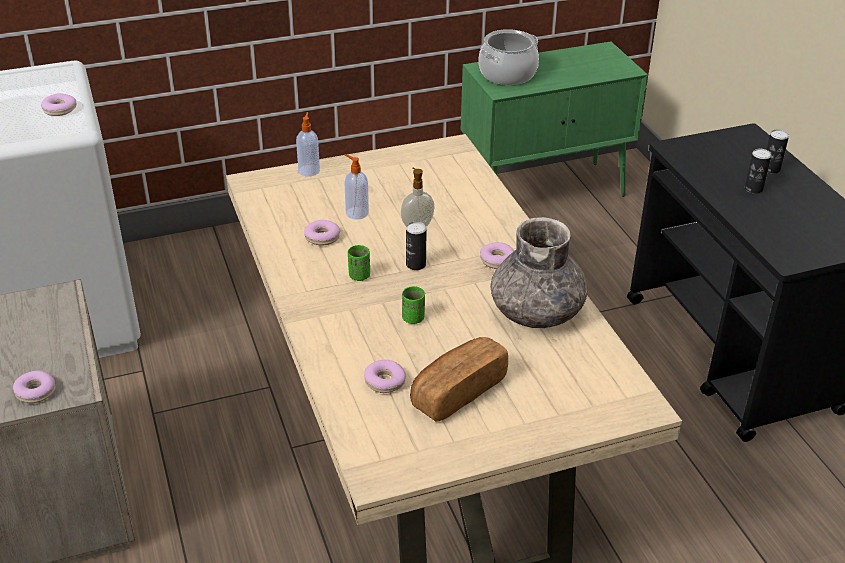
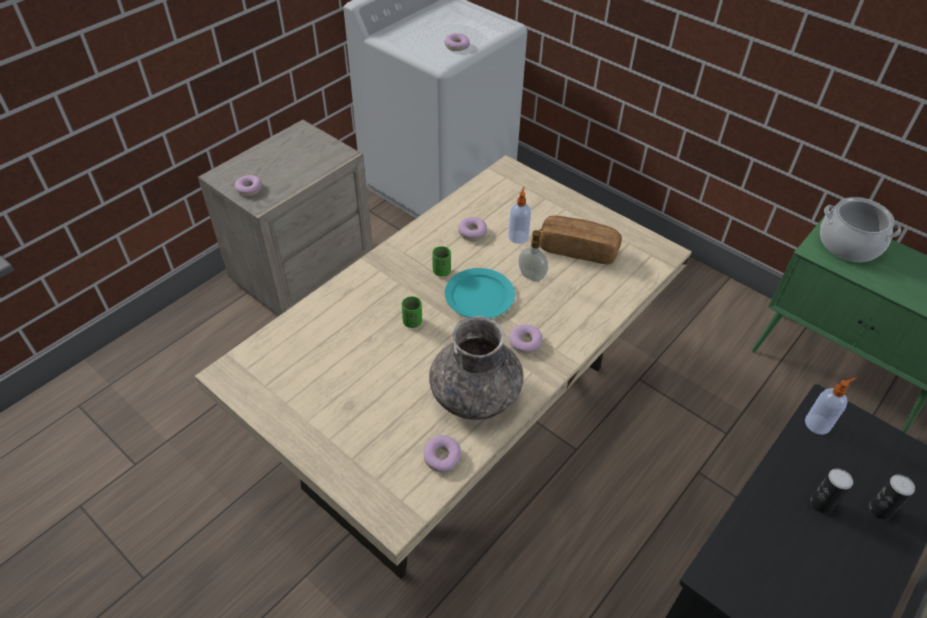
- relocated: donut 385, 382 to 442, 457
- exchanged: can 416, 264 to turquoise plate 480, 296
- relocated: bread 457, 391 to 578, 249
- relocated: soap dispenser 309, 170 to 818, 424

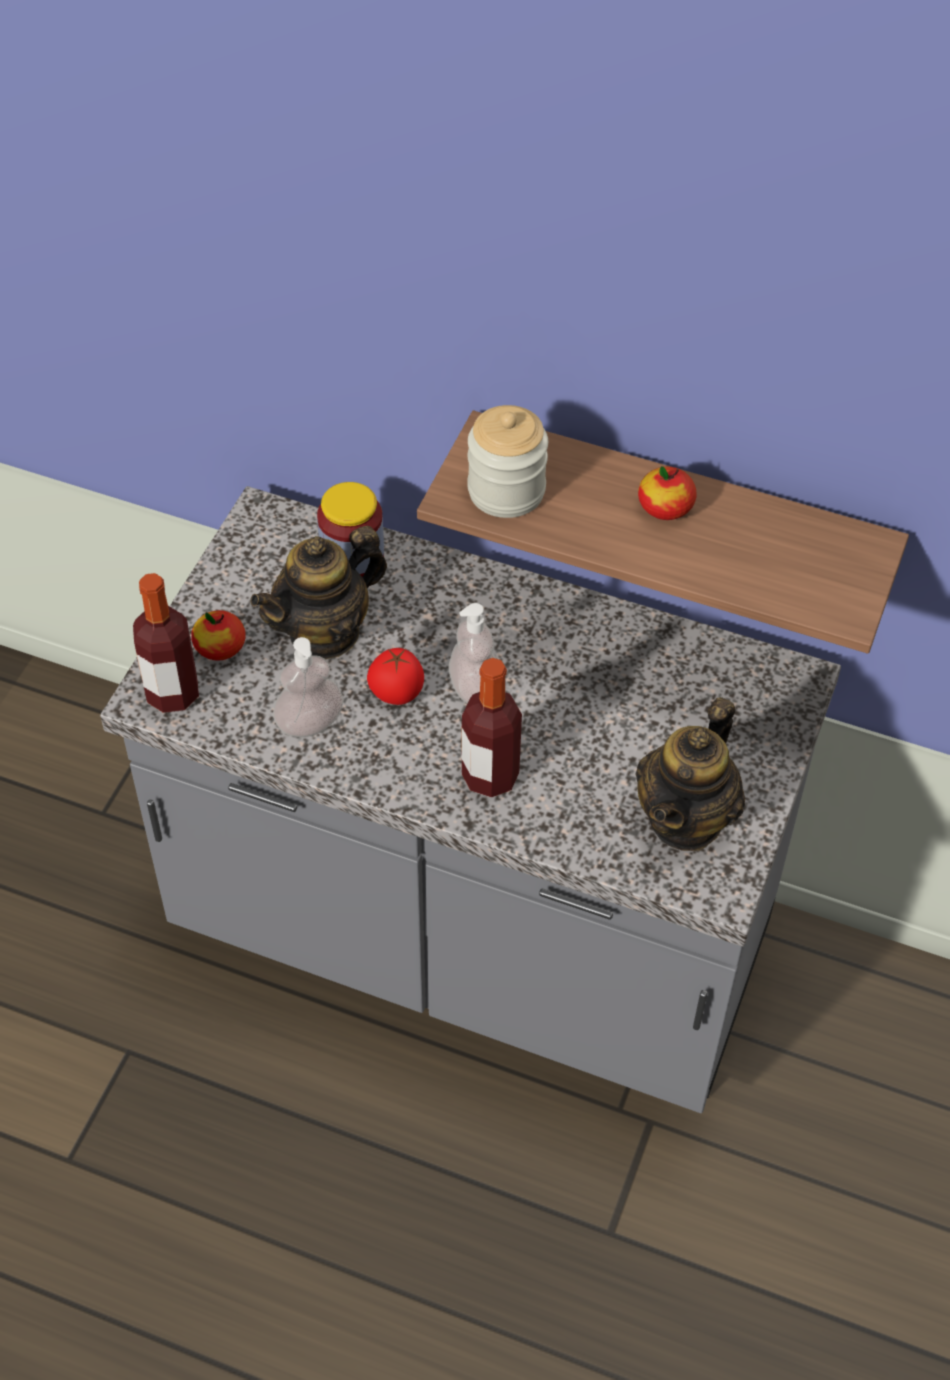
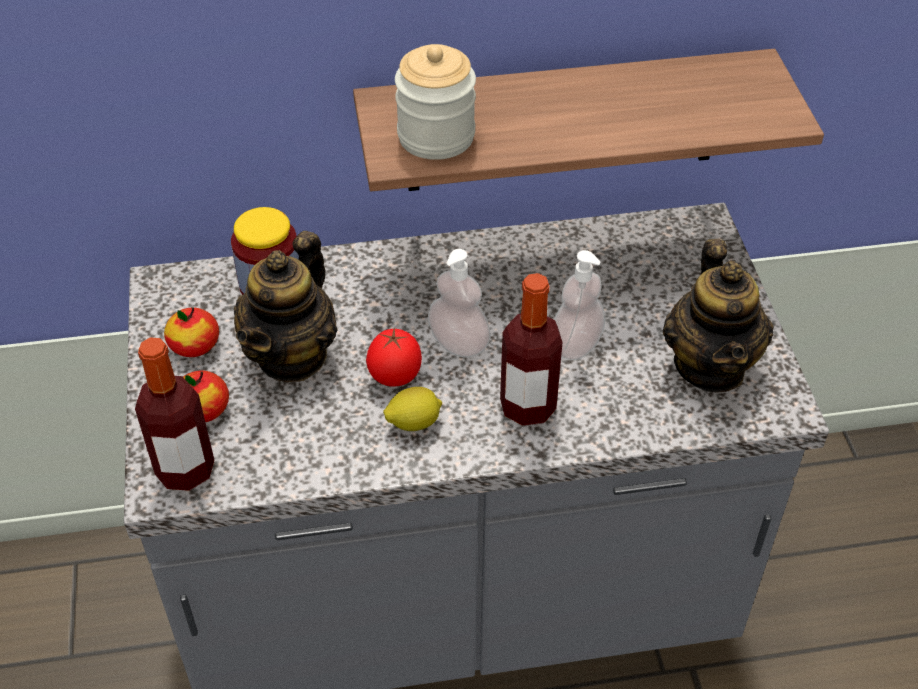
- relocated: apple 665, 508 to 194, 346
- appeared: lemon 413, 422
- relocated: soap dispenser 309, 723 to 576, 345

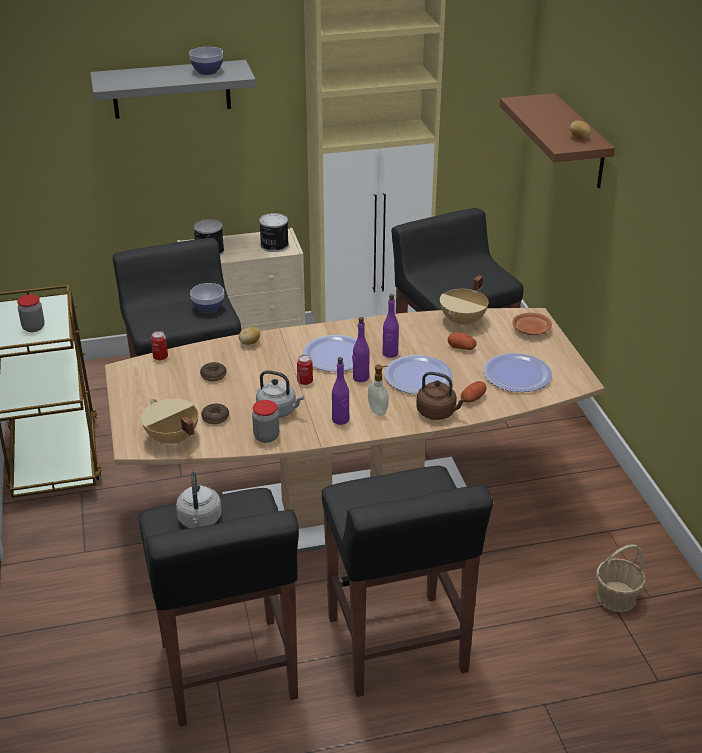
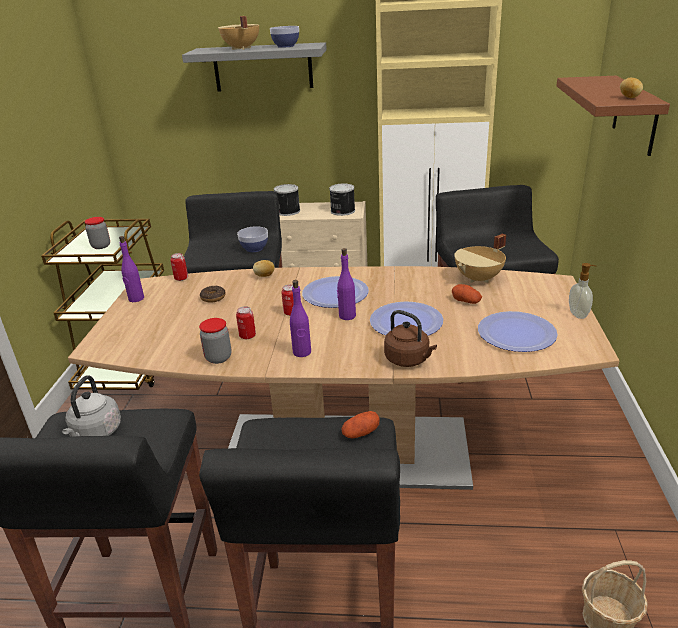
- relocated: purple bottle 390, 353 to 136, 299
- relocated: beige cooking pot 171, 439 to 240, 48
- exchanged: grey kettle 278, 411 to can 247, 336
- relocated: potato 473, 398 to 361, 433
- relocated: soap dispenser 378, 410 to 578, 314
- missing: donut 215, 417
- missing: brown plate 531, 329

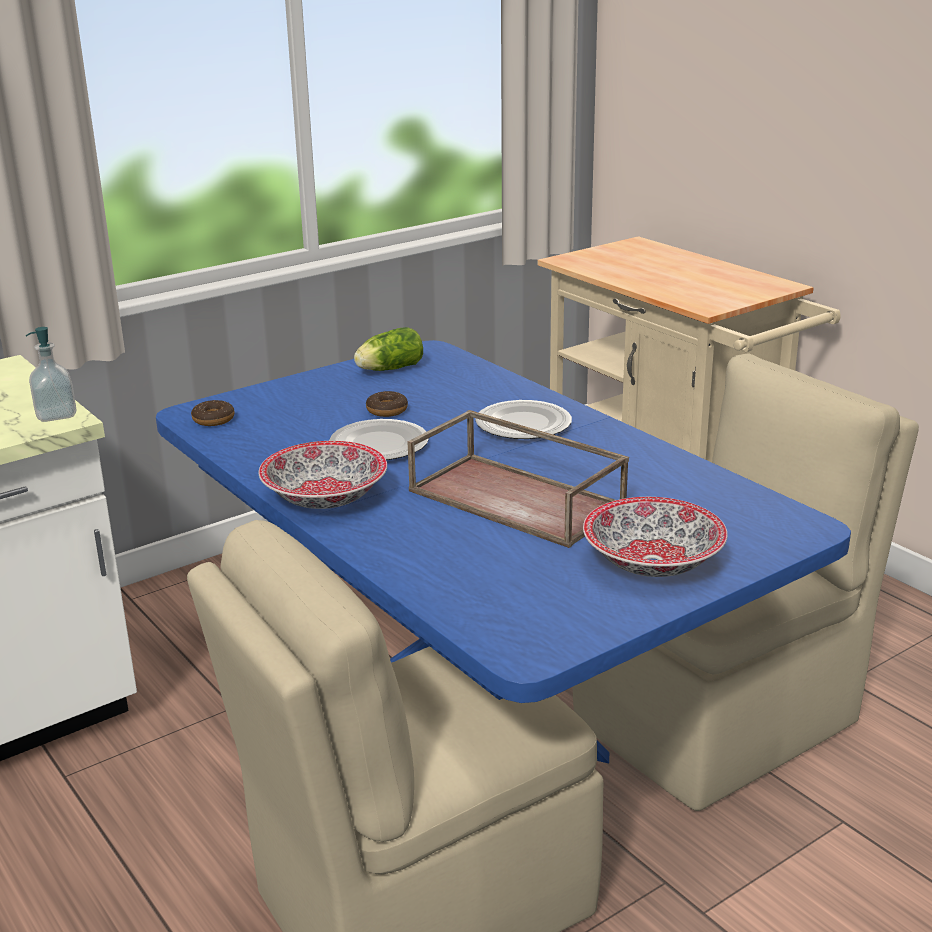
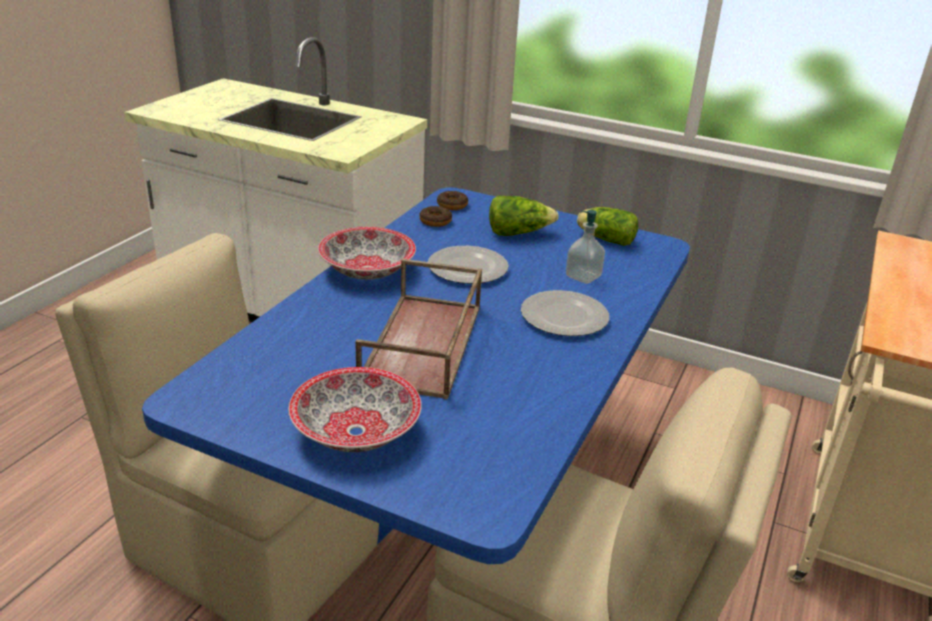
- relocated: donut 387, 410 to 435, 221
- appeared: lettuce 518, 233
- relocated: soap dispenser 56, 415 to 583, 276

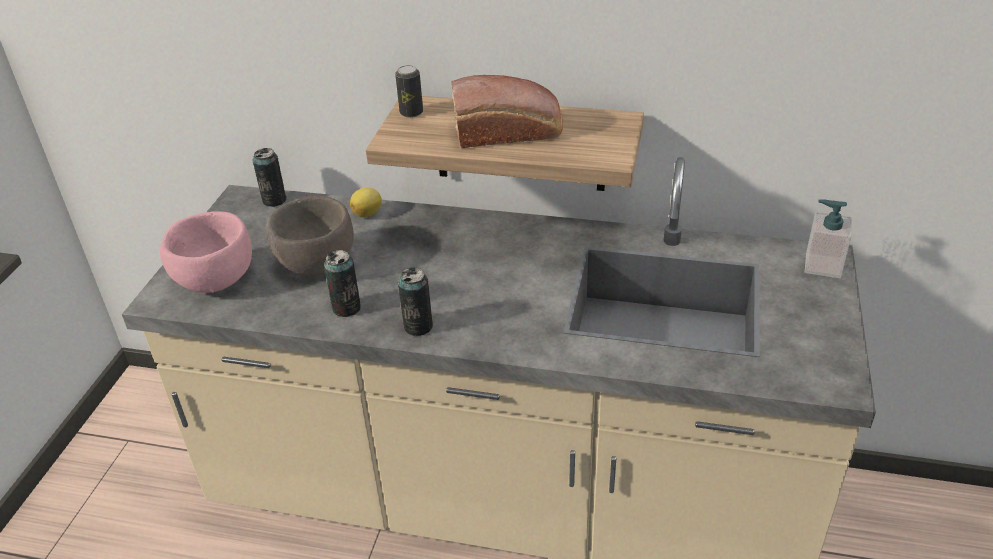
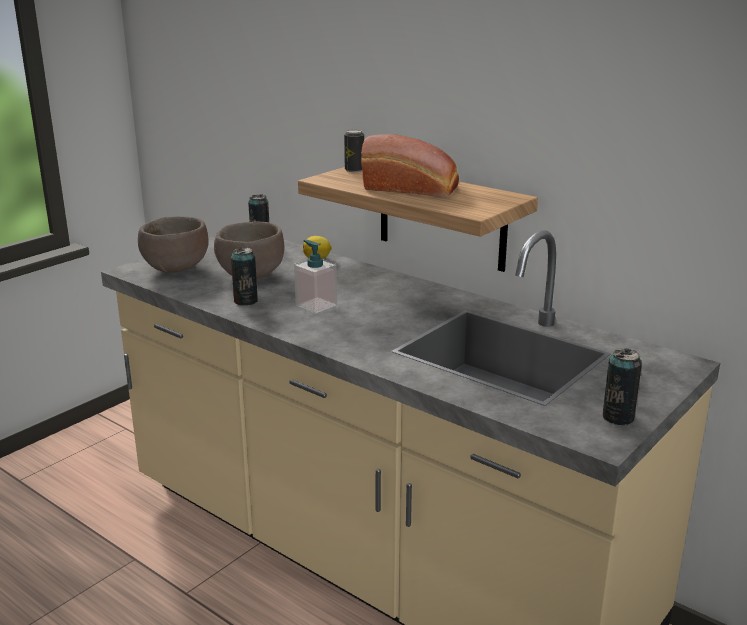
- colour: pink bowl 216, 280 to brown bowl 176, 269
- relocated: soap dispenser 822, 265 to 316, 305
- relocated: can 418, 326 to 618, 417

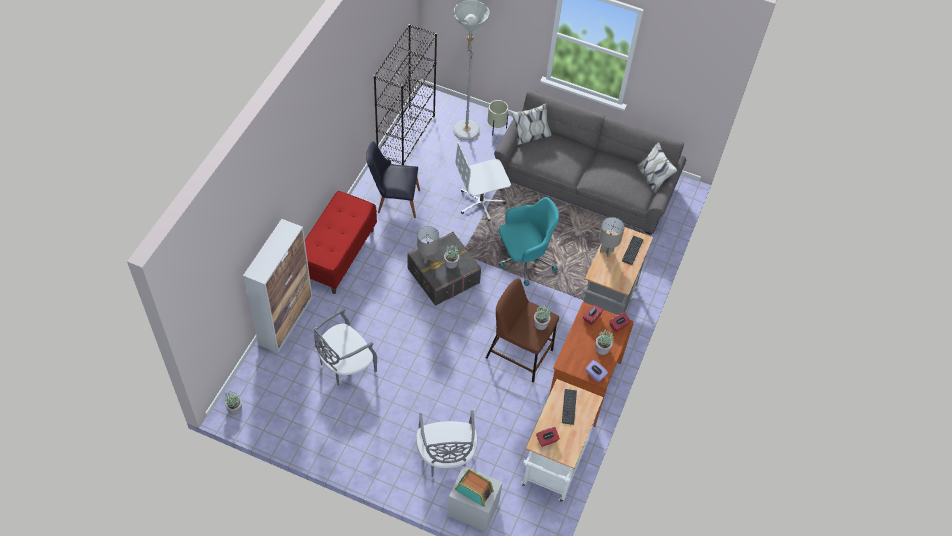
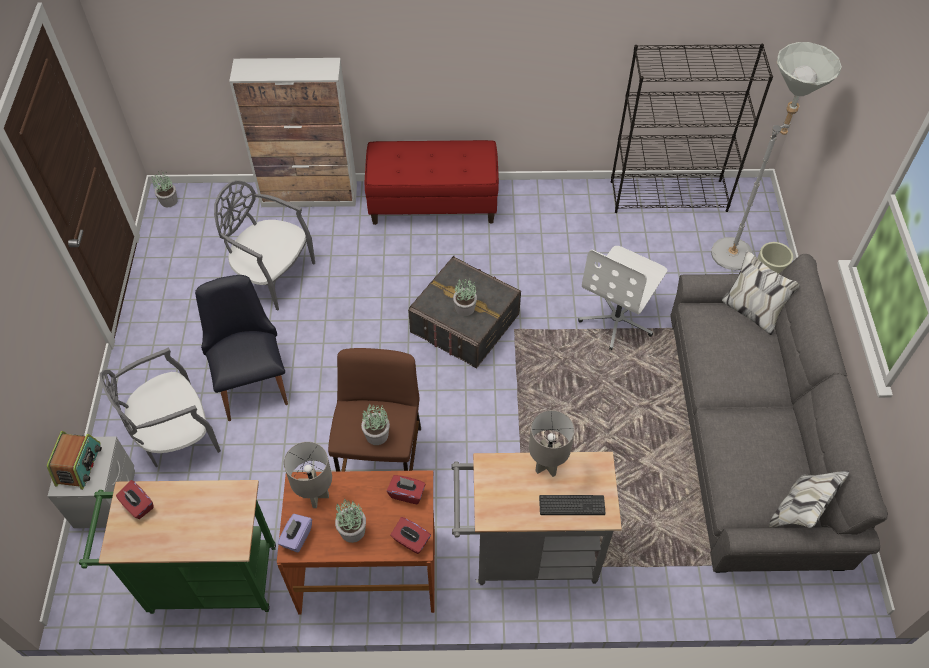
- colour: white cart 553, 468 to green cart 205, 580
- relocated: black chair 393, 200 to 251, 380
- relocated: grey table lamp 428, 258 to 316, 496
- spun: white office chair 481, 203 = 617, 319 105 degrees counterclockwise
- missing: turquoise office chair 524, 259
- missing: keyboard 569, 407

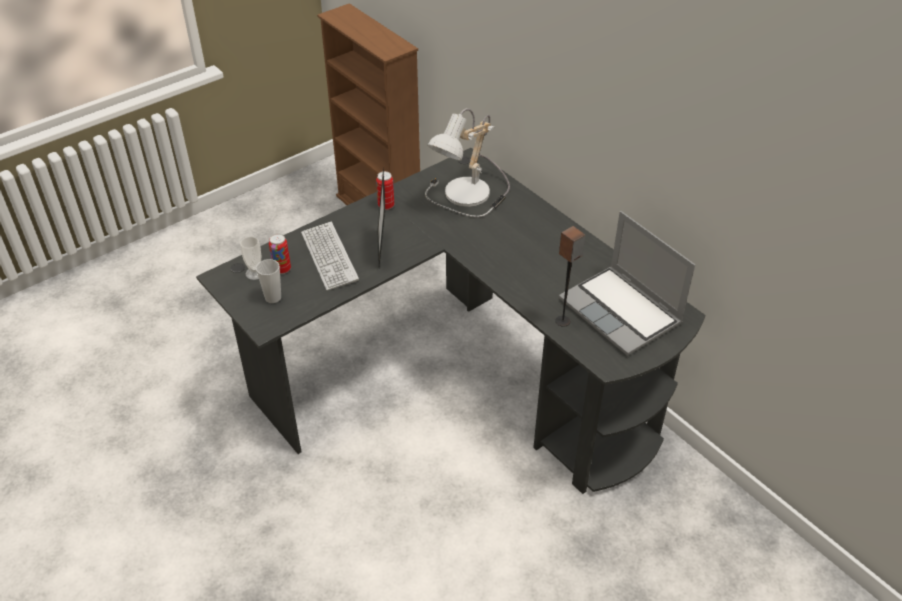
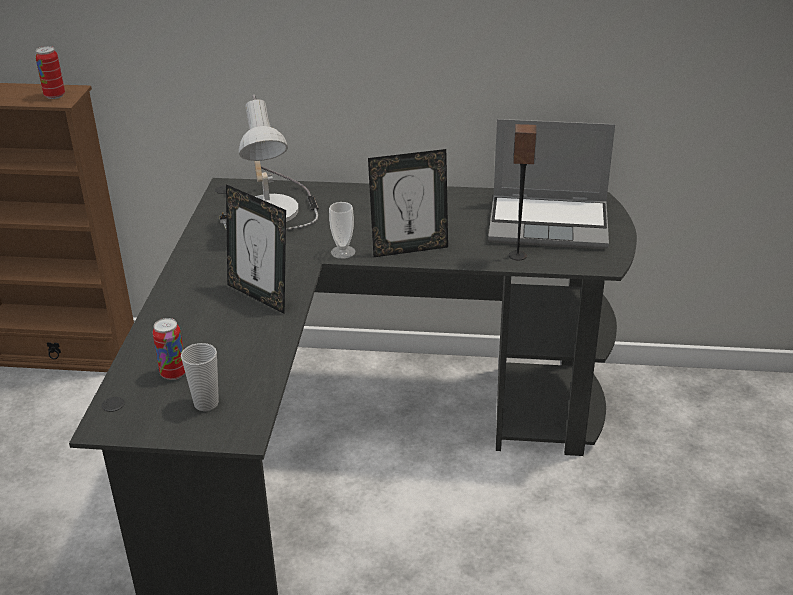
- relocated: can 386, 206 to 54, 95
- relocated: cup 255, 273 to 343, 252
- appeared: picture frame 409, 249
- missing: keyboard 329, 257

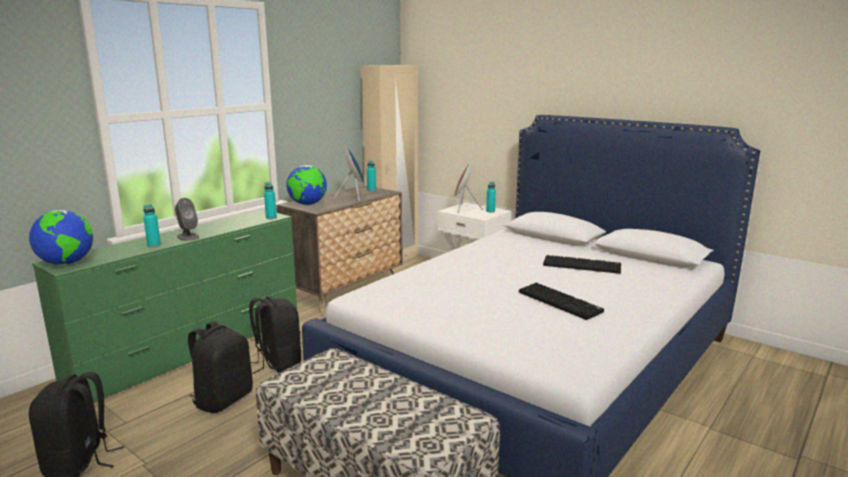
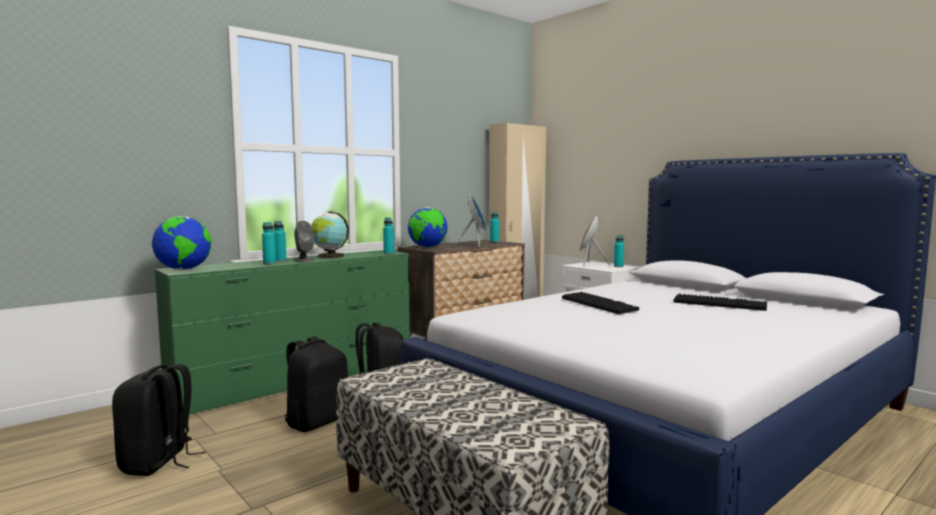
- appeared: turquoise bottle 280, 260
- appeared: globe 329, 256
- relocated: keyboard 561, 302 to 600, 304

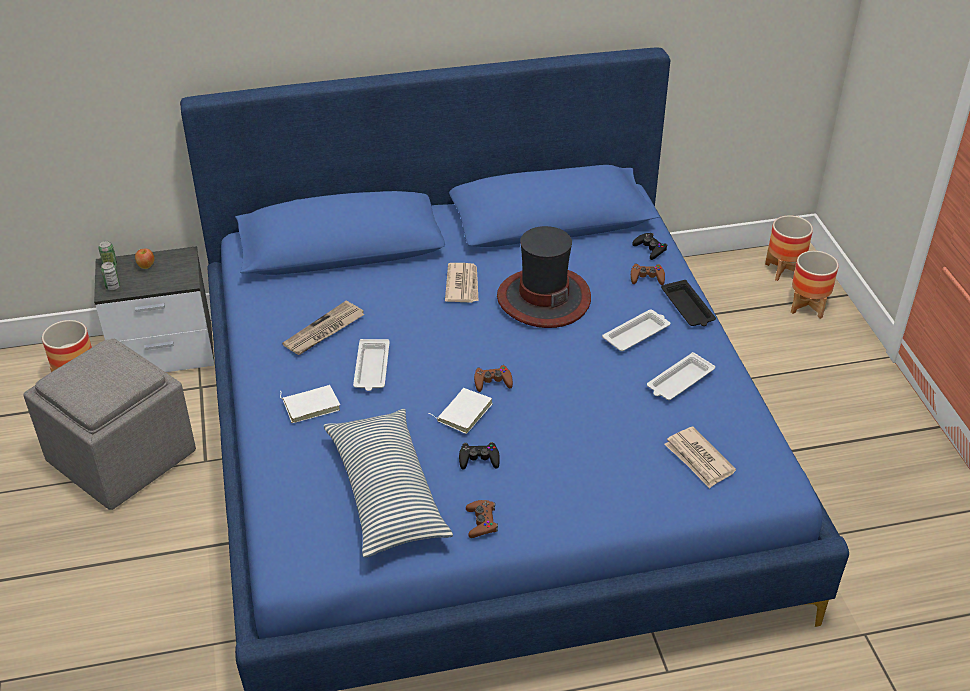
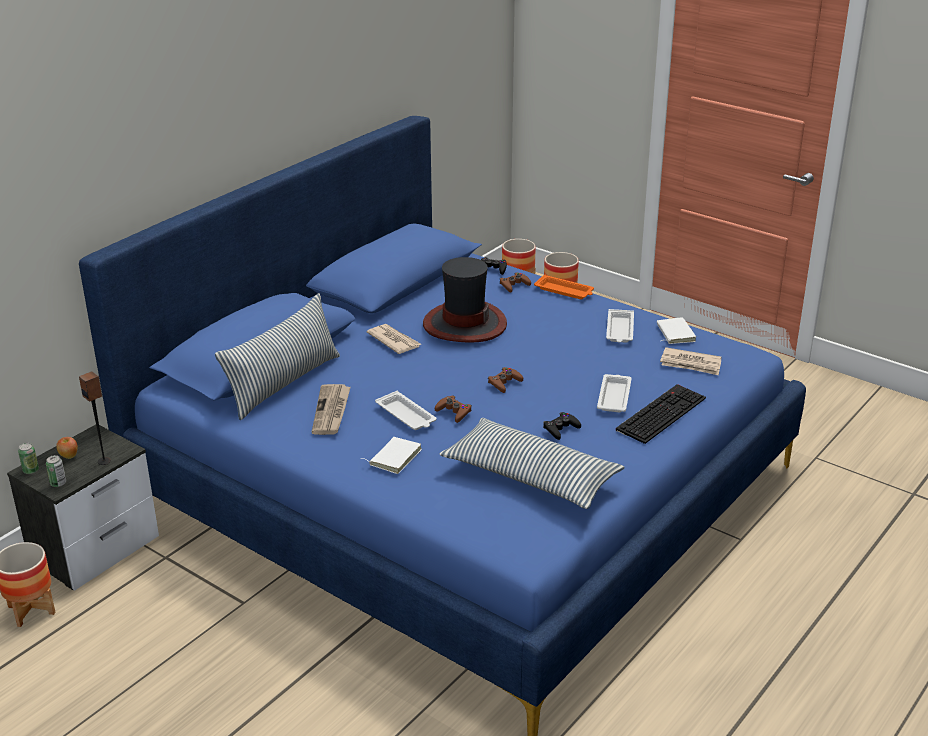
- appeared: speaker 104, 461
- appeared: pillow 283, 383
- relocated: brown game controller 481, 522 to 454, 412
- colour: black tray 688, 308 to orange tray 565, 291
- relocated: white tray 637, 334 to 614, 396
- appeared: keyboard 660, 413
- relocated: white book 463, 412 to 674, 333
- missing: grey ottoman 122, 457

